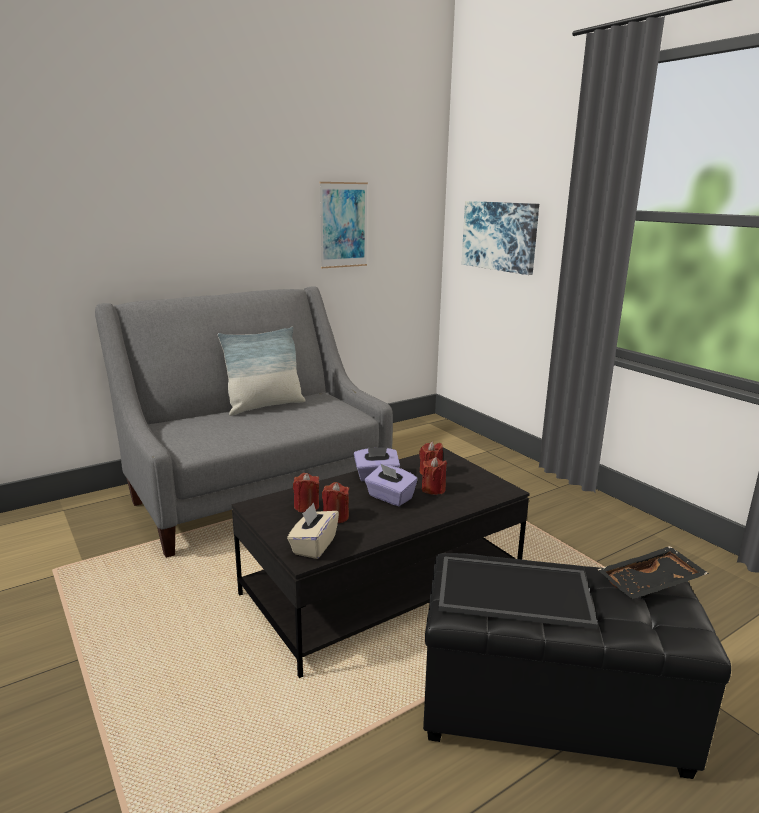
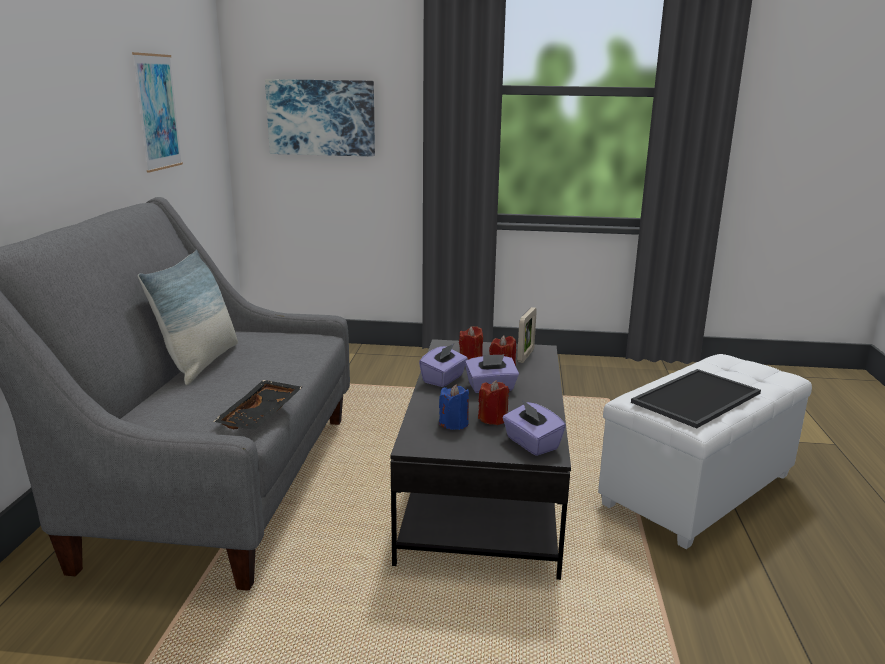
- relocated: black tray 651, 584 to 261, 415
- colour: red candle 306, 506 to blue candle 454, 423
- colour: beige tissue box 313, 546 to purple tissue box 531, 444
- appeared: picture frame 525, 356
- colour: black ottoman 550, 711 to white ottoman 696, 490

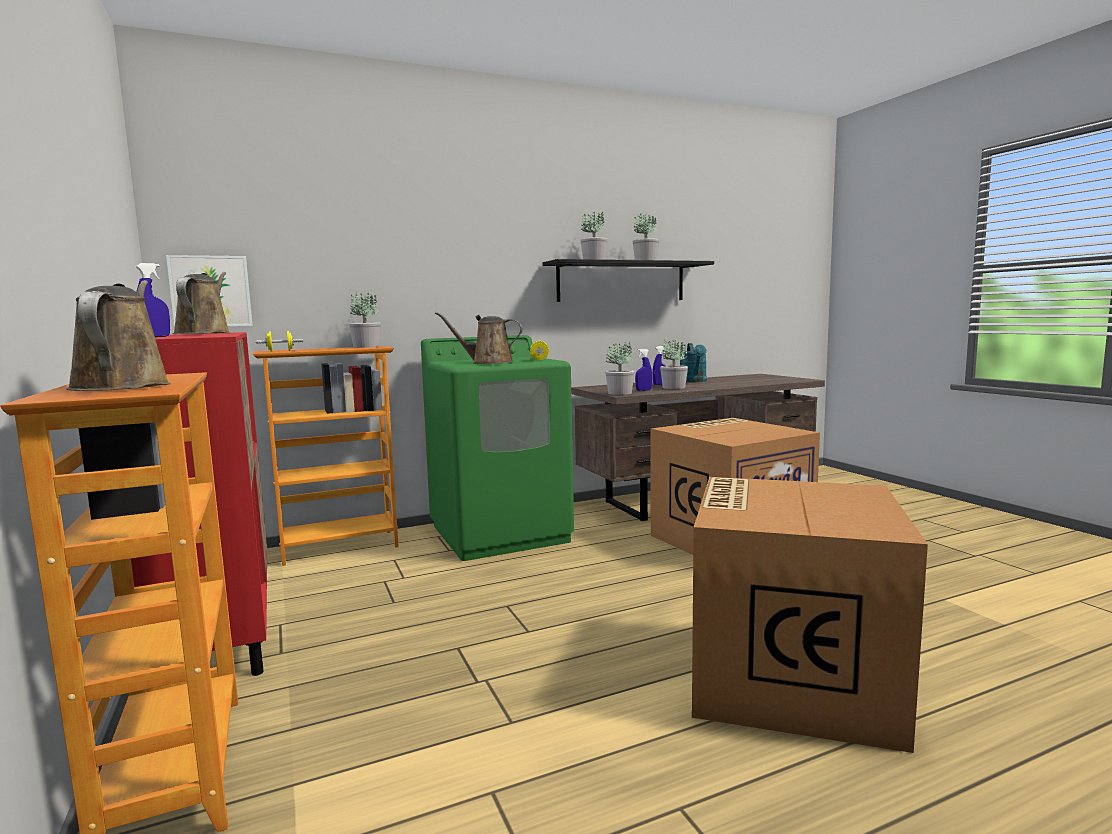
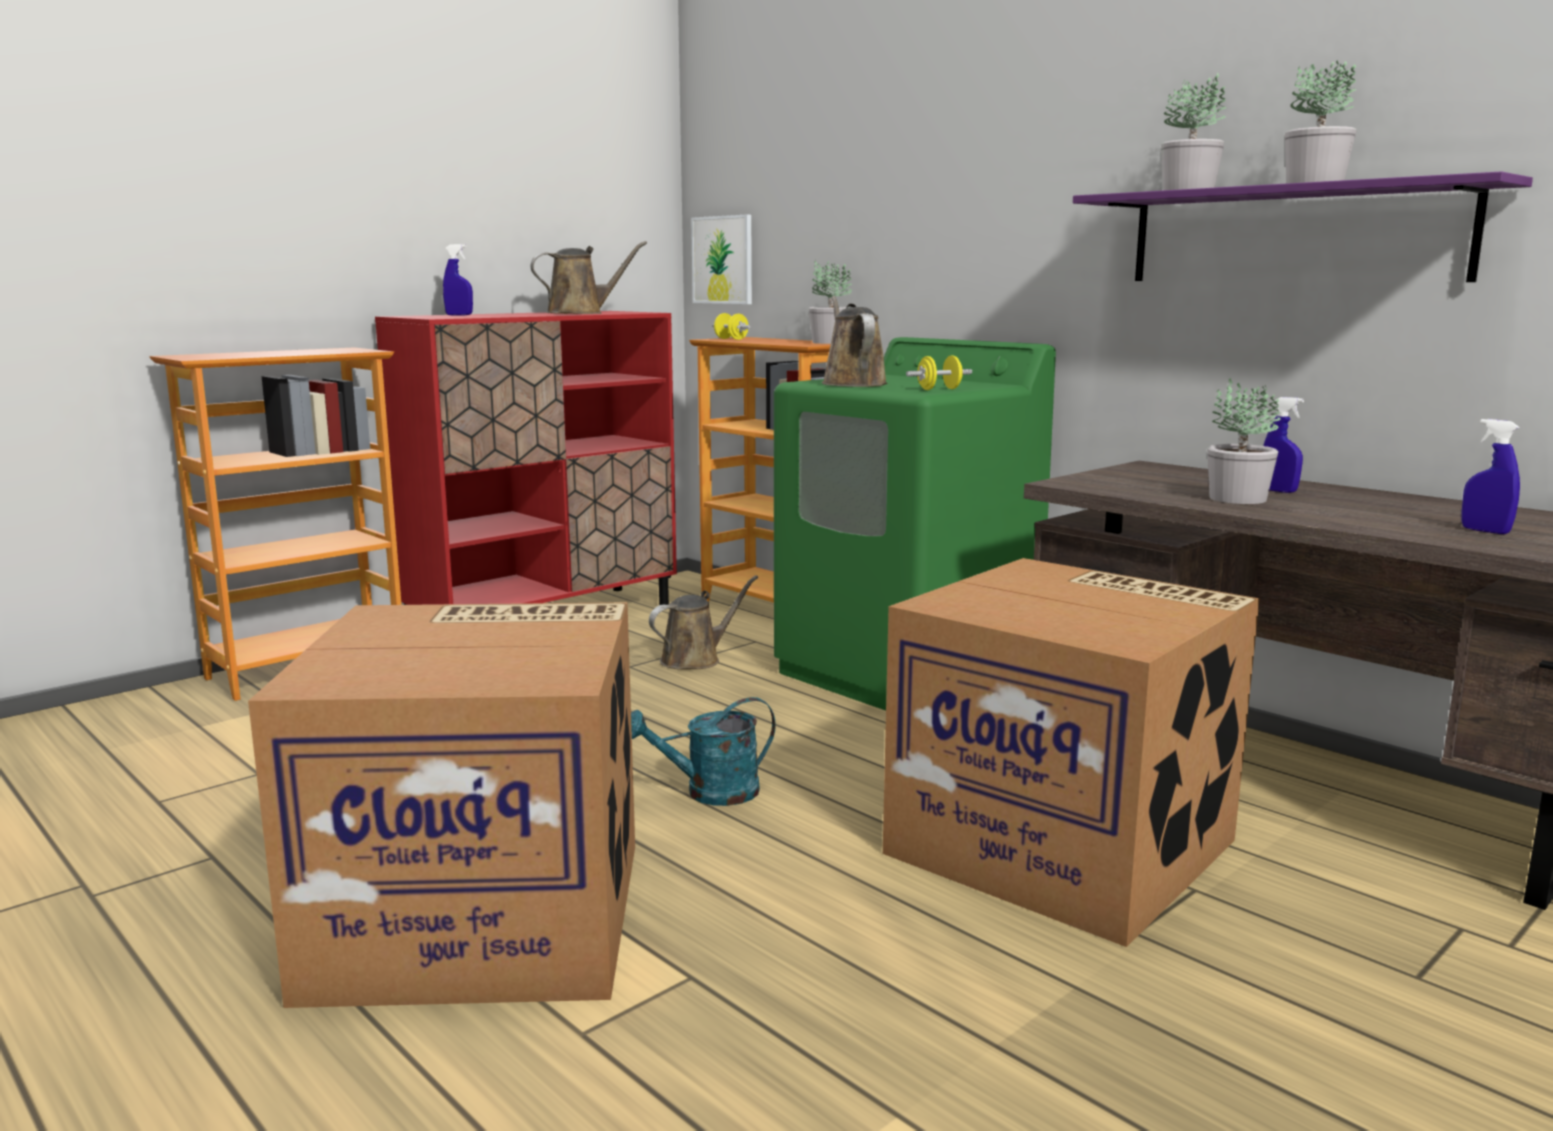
- relocated: turquoise watering can 694, 381 to 709, 793
- relocated: brown watering can 124, 386 to 695, 659
- colour: black shelf 621, 282 to purple shelf 1293, 235
- relocated: blue spray bottle 643, 390 to 1485, 531
- missing: potted plant 620, 393

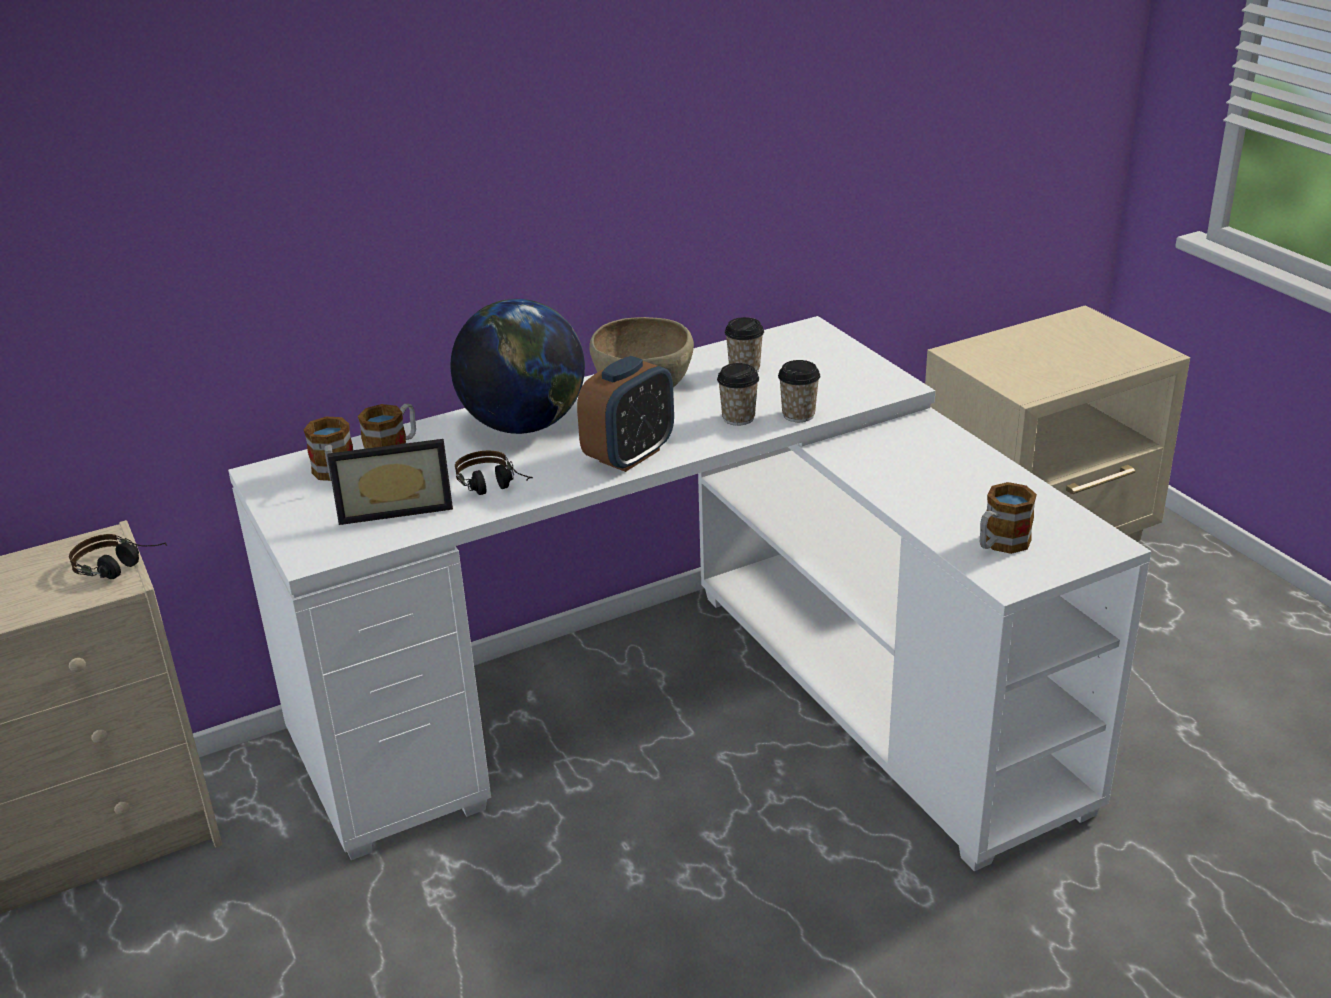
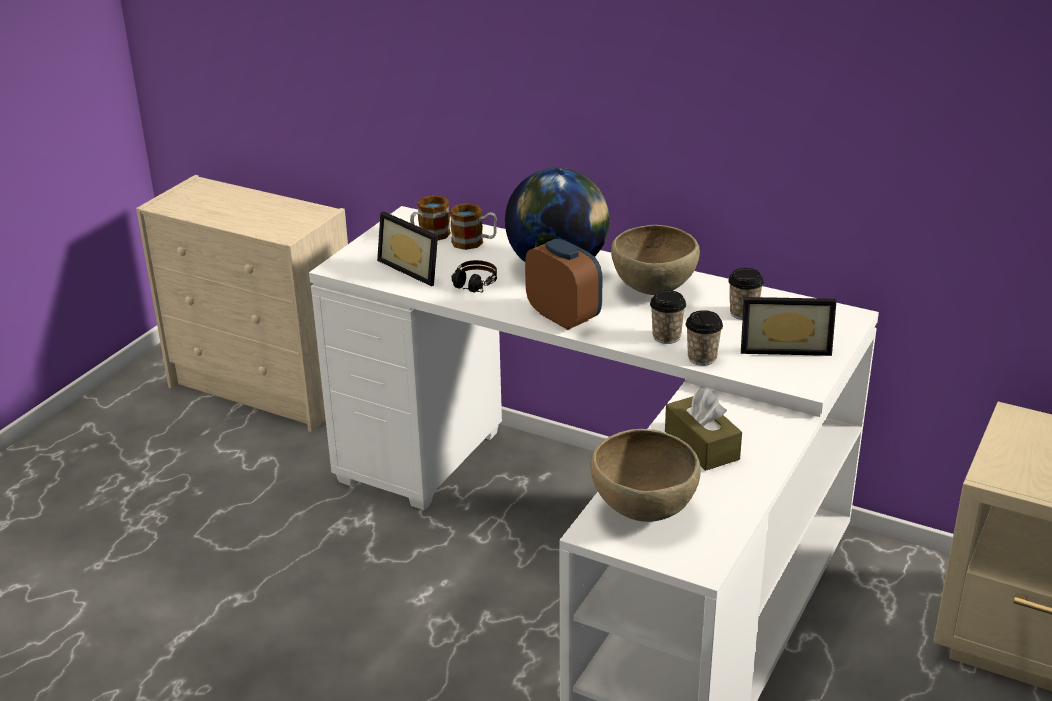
- spun: alarm clock 629, 456 = 563, 317 135 degrees counterclockwise
- exchanged: mug 1000, 544 to brown bowl 643, 512
- appeared: brown tissue box 701, 445
- appeared: picture frame 784, 346
- missing: headphones 123, 568

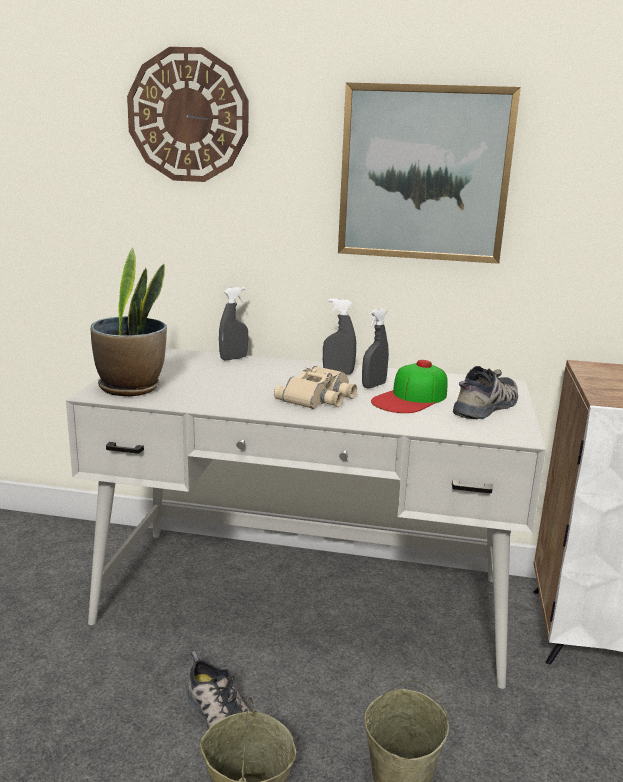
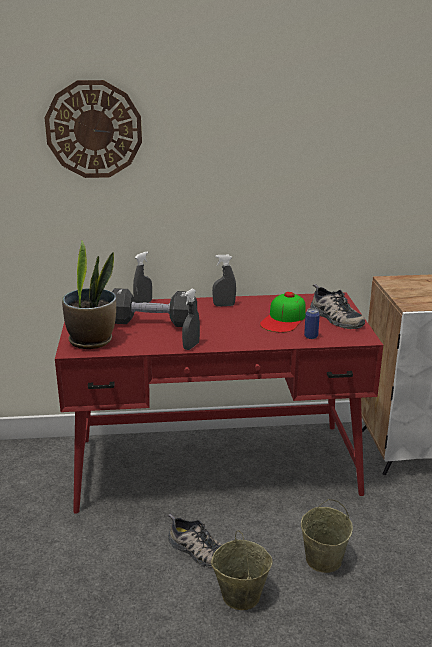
- colour: white desk 304, 600 to red desk 216, 466
- appeared: black dumbbell 152, 322
- relocated: grey spray bottle 373, 385 to 191, 346
- appeared: can 311, 336
- spun: shoe 487, 406 = 334, 318 120 degrees clockwise
- missing: beige binoculars 319, 397
- missing: picture 424, 174

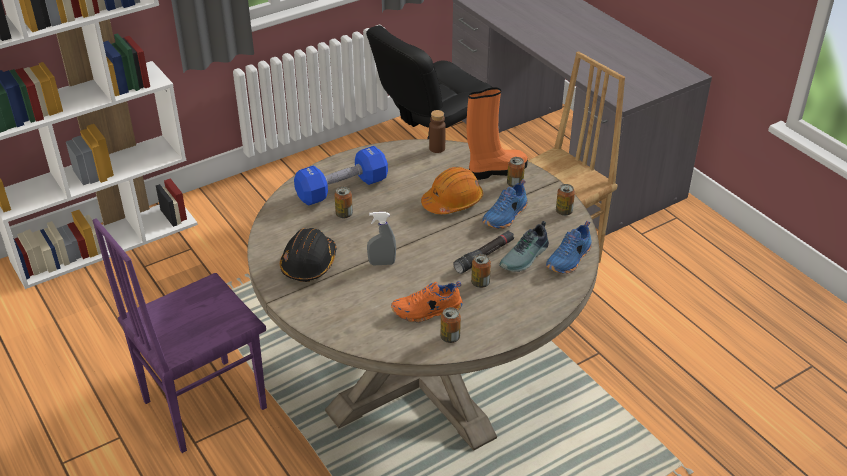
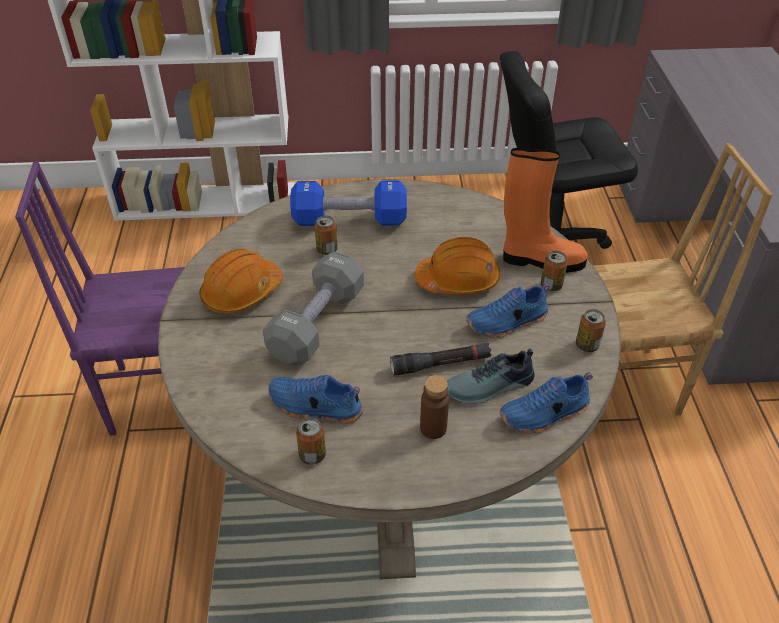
- colour: black hard hat 309, 264 to orange hard hat 241, 293
- exchanged: grey spray bottle 382, 263 to grey dumbbell 317, 324
- colour: orange shoe 427, 311 to blue shoe 315, 407
- relocated: brown bottle 437, 148 to 433, 428
- missing: can 480, 283

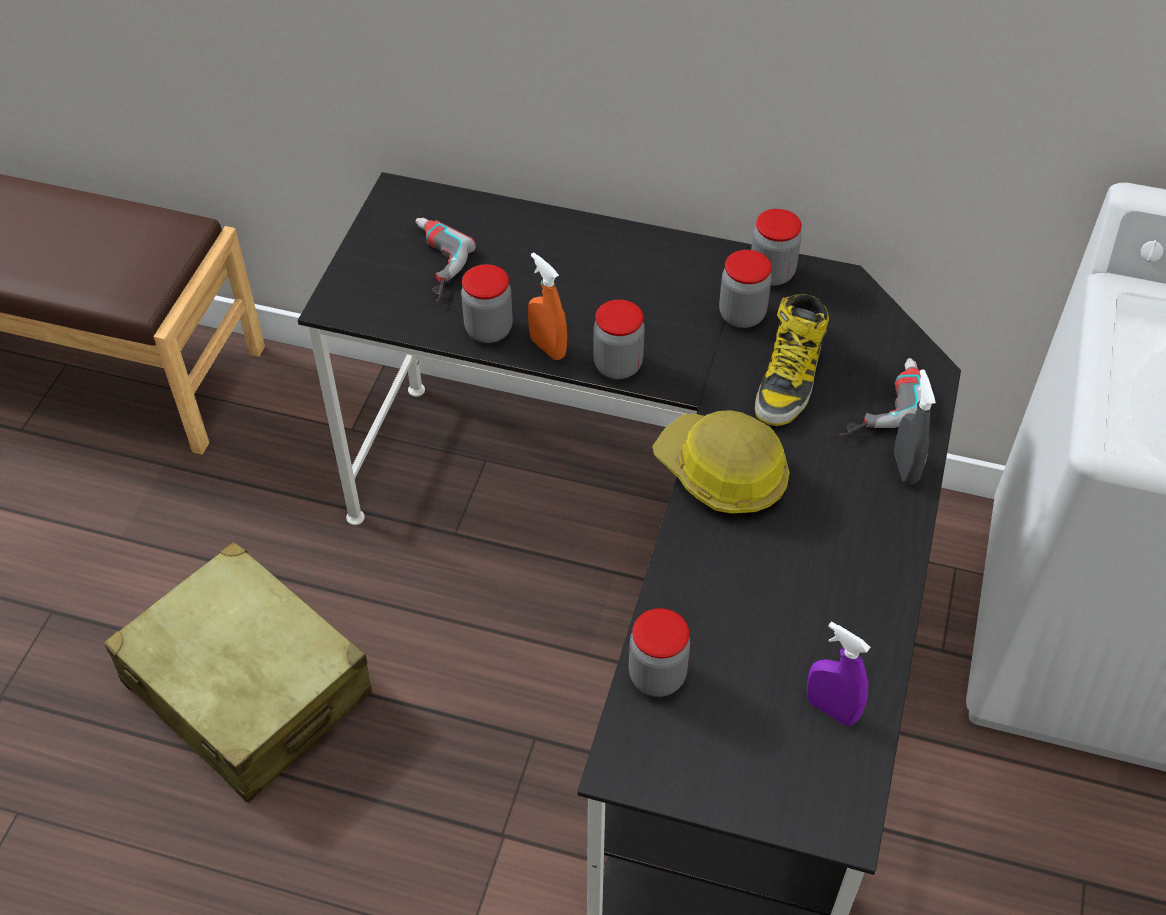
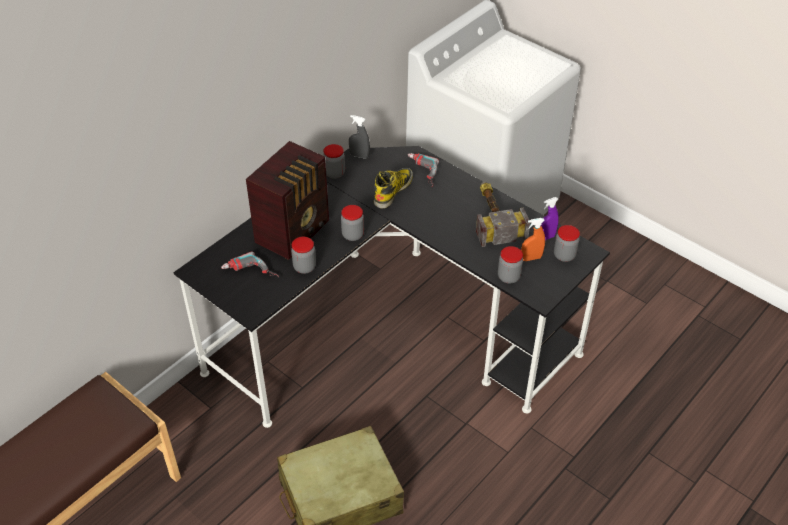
- appeared: radio 294, 231
- relocated: grey spray bottle 905, 467 to 359, 156
- spun: boot 789, 379 = 393, 190 105 degrees counterclockwise
- appeared: hammer 493, 216
- relocated: orange spray bottle 547, 348 to 531, 258
- relocated: jar 742, 315 to 564, 255
- missing: hard hat 721, 473

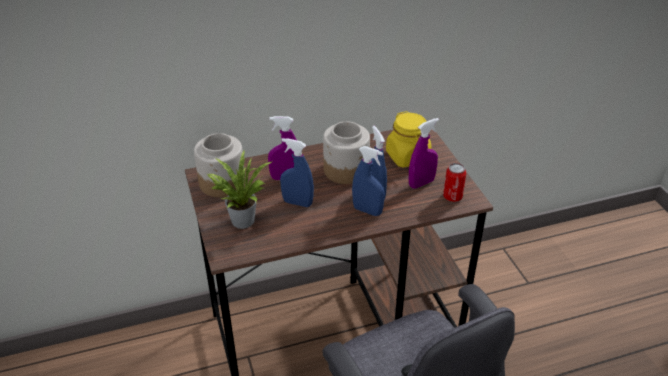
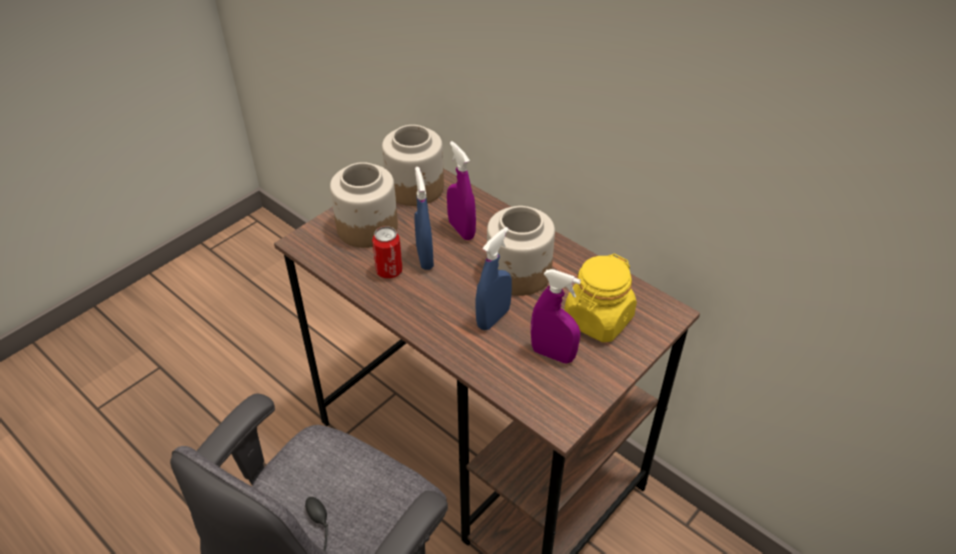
- exchanged: potted plant 241, 219 to jar 366, 228
- relocated: can 452, 197 to 389, 271
- missing: blue spray bottle 367, 210

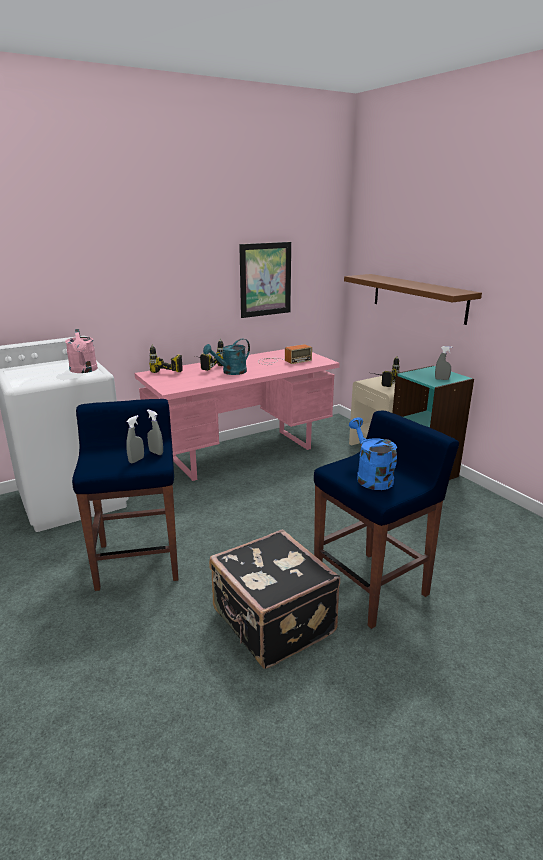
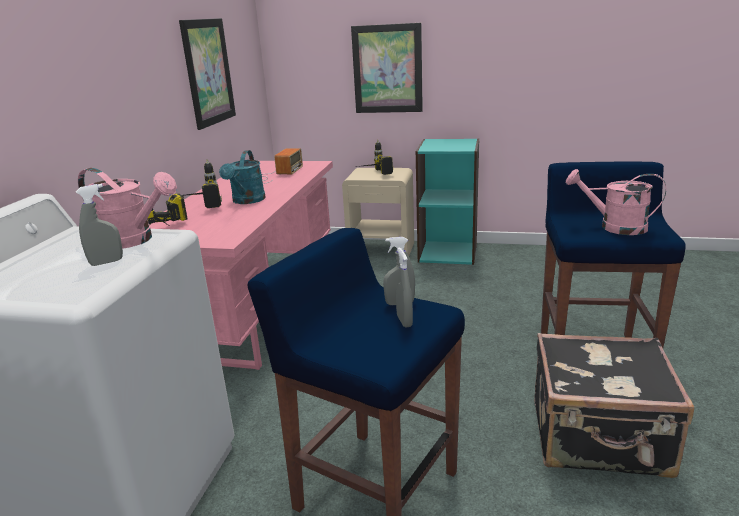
- relocated: grey spray bottle 441, 379 to 106, 262
- exchanged: brown shelf 418, 297 to picture 387, 69
- colour: blue watering can 371, 477 to pink watering can 614, 227

